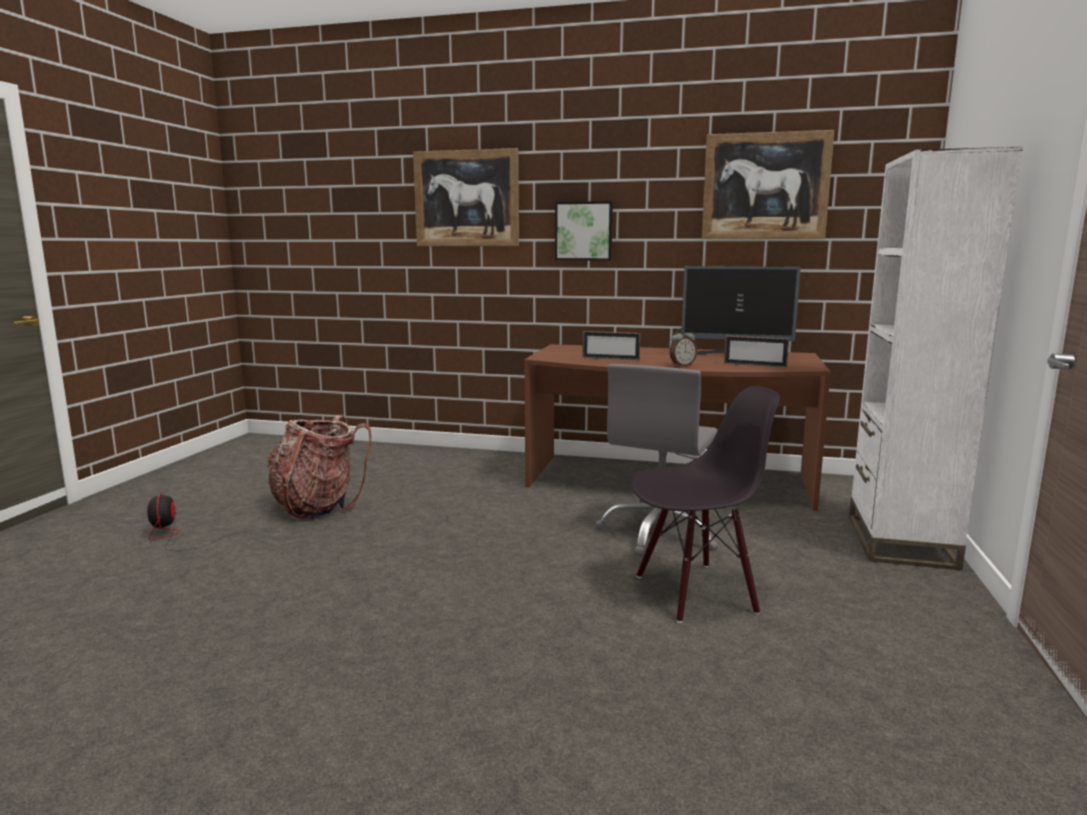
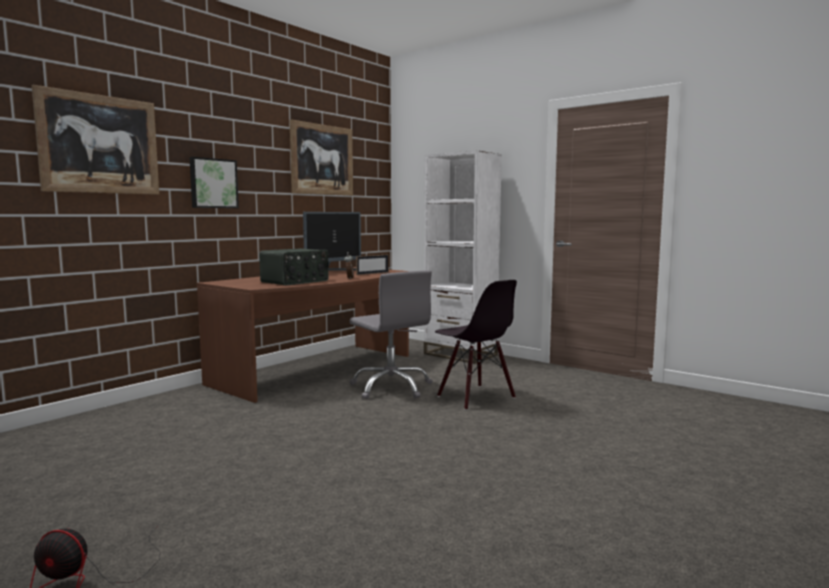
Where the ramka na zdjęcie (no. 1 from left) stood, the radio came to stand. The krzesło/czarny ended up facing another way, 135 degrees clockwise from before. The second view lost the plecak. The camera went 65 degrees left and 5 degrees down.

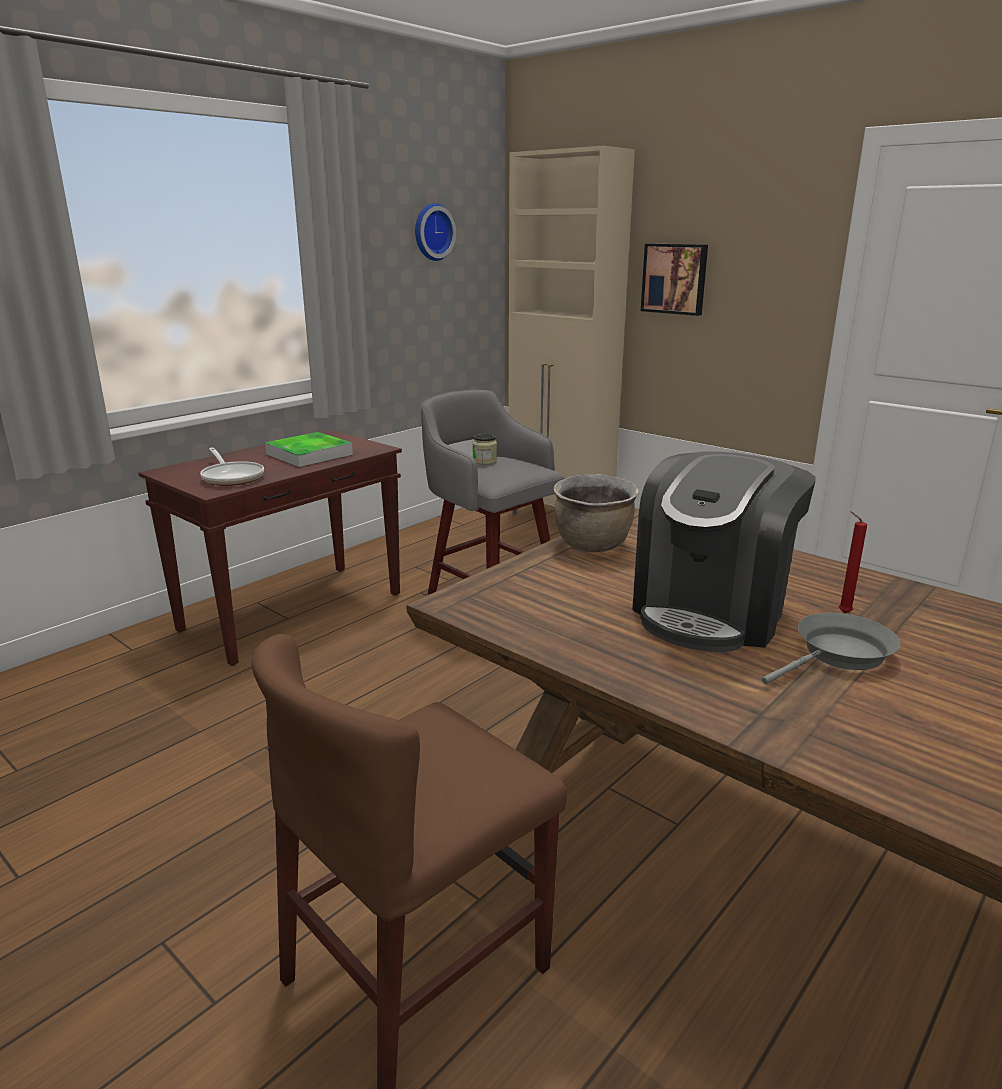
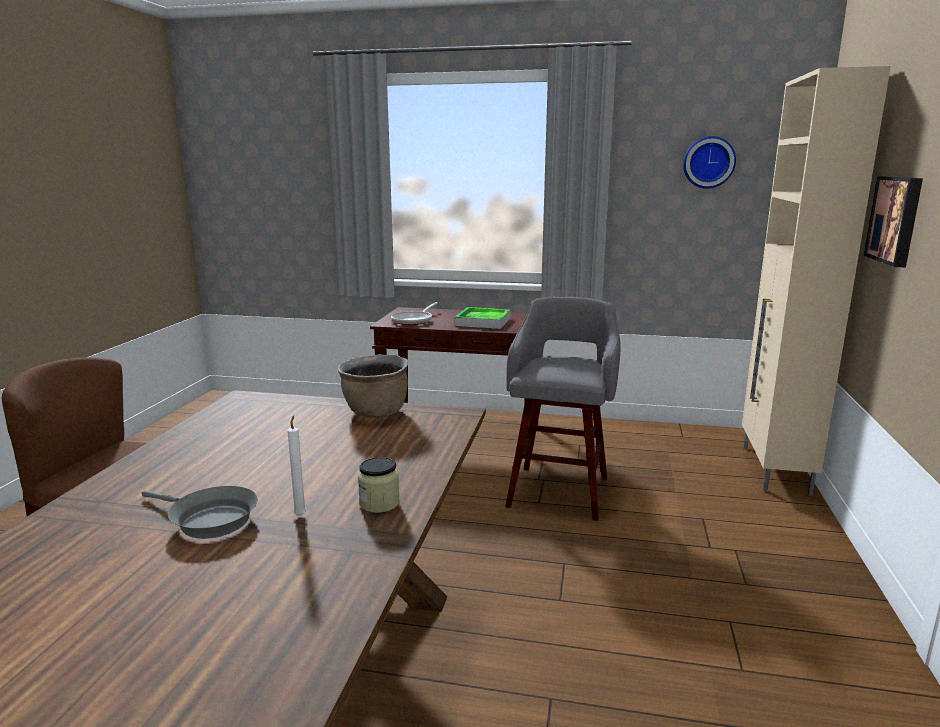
The słoik ended up elsewhere. The second view lost the ekspres do kawy. What was the świeca/czerwony turned into the świeca/biały. The camera went 60 degrees right and 5 degrees down.

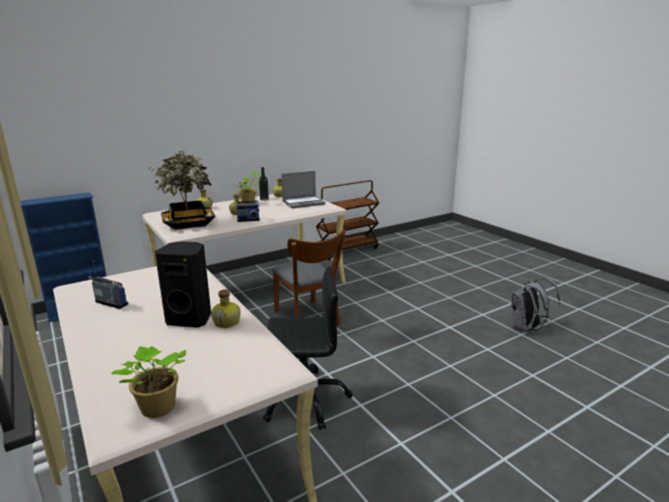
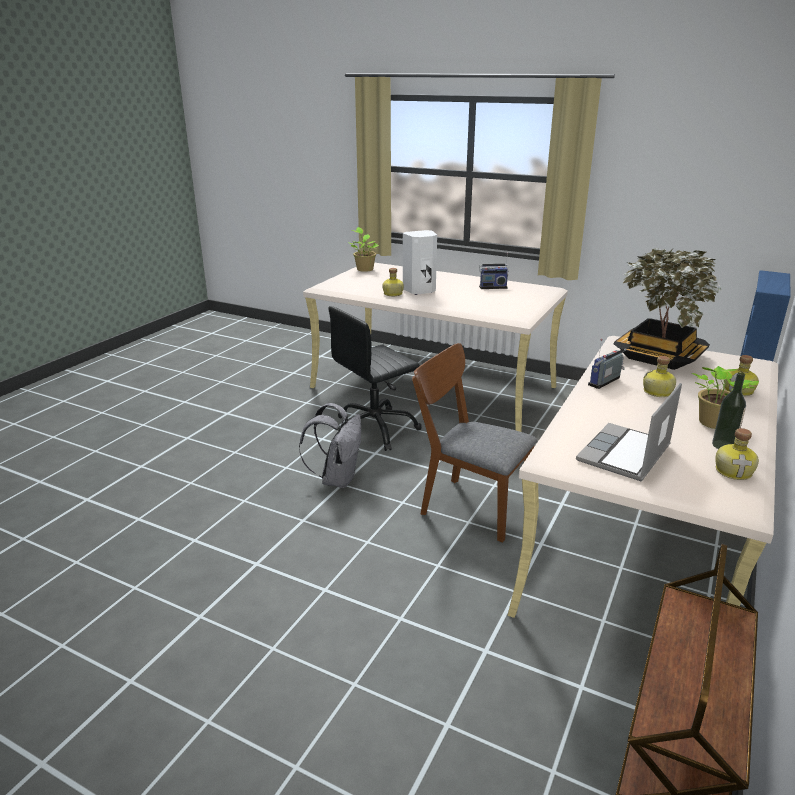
What was the głośnik/czarny turned into the głośnik/biały. The plecak/szary ended up elsewhere. The camera went 150 degrees right and 5 degrees up.

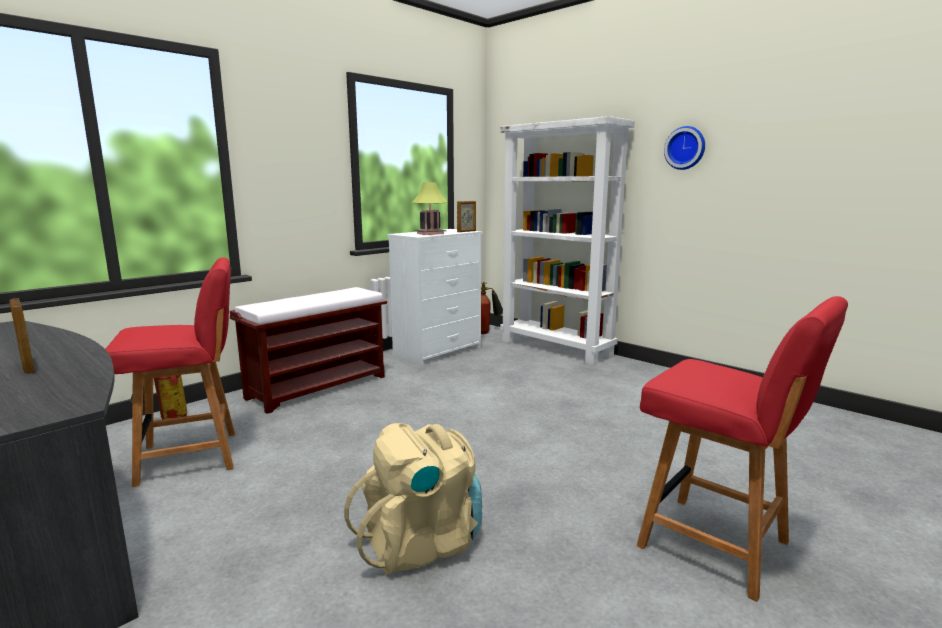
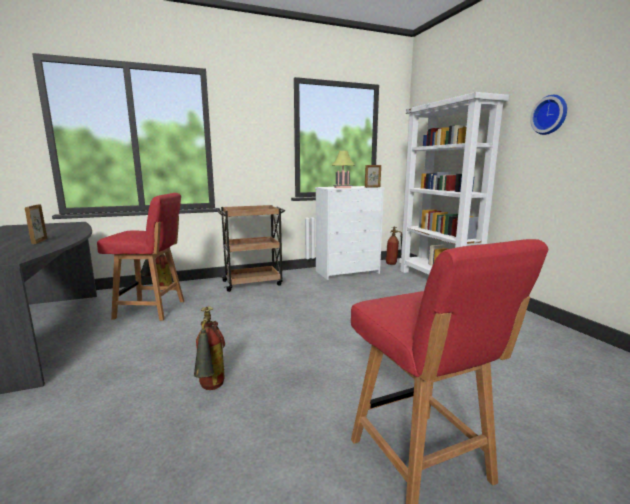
Where the ławka/brązowy stood, the wózek/brązowy came to stand. Where the plecak/beżowy stood, the gaśnica (no. 2 from left) came to stand. The camera went 25 degrees right and 0 degrees up.

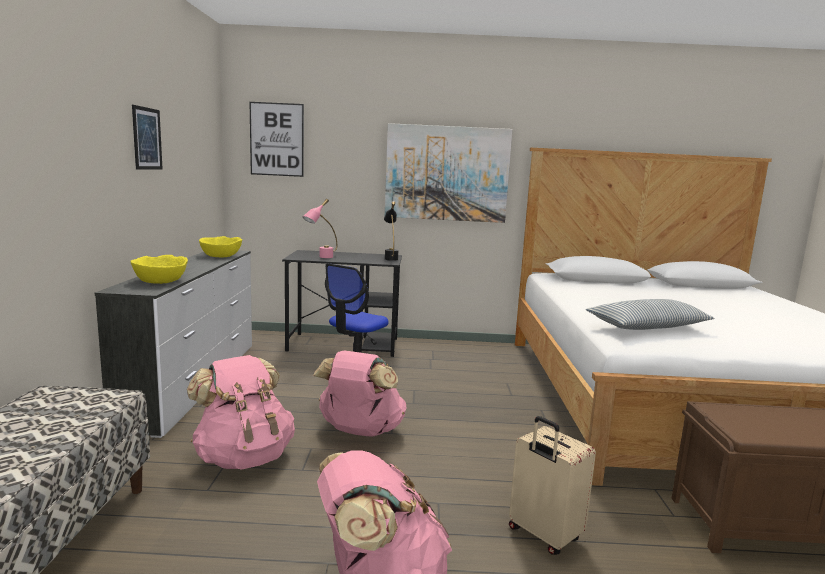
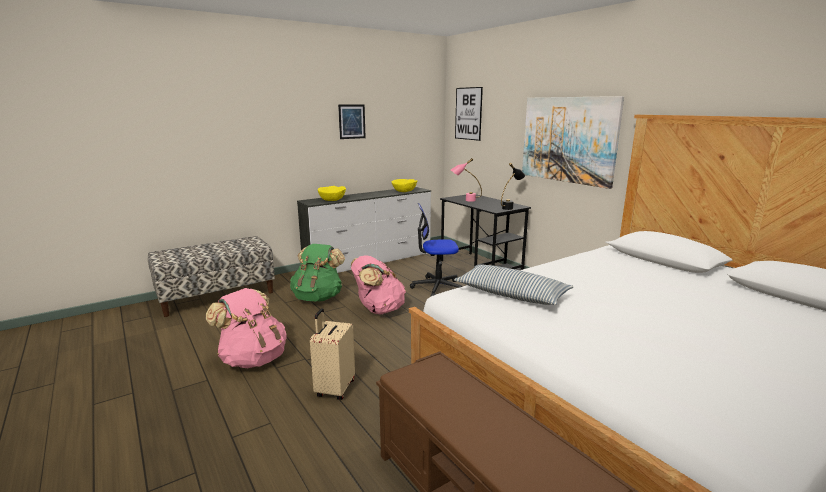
What was the plecak/różowy (no. 1 from left) turned into the plecak/zielony. The camera went 55 degrees right and 5 degrees up.

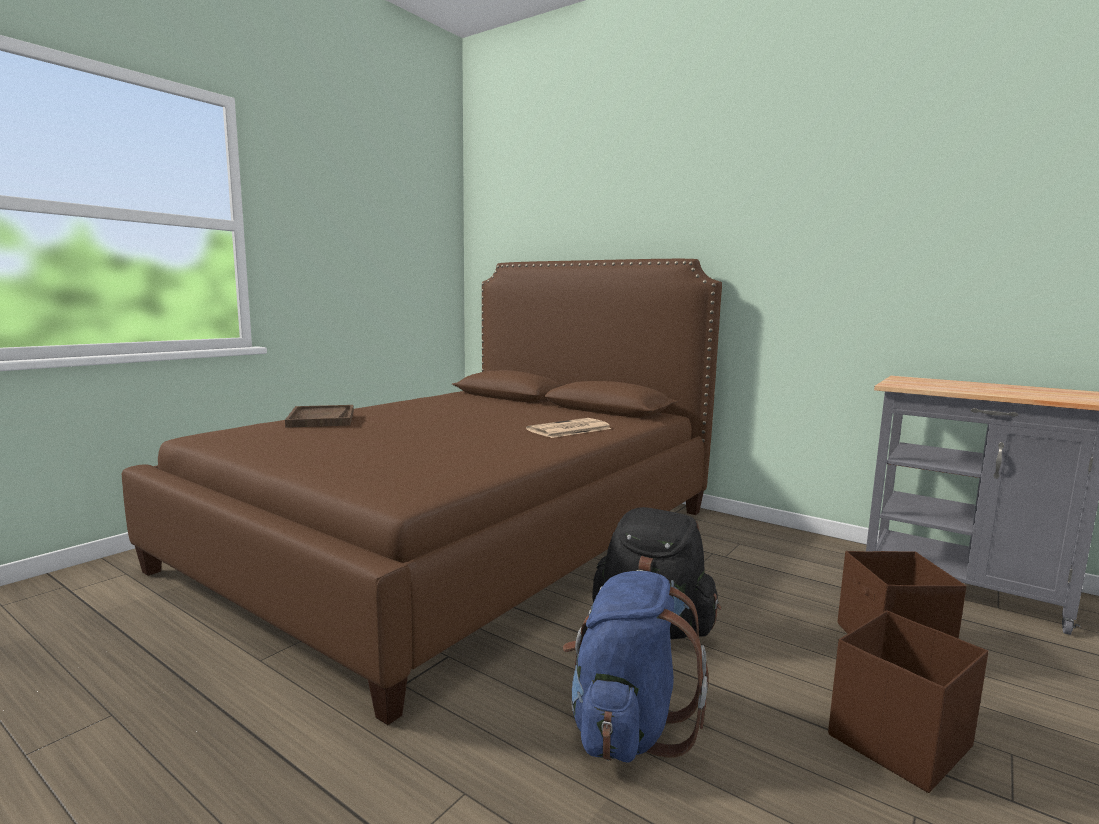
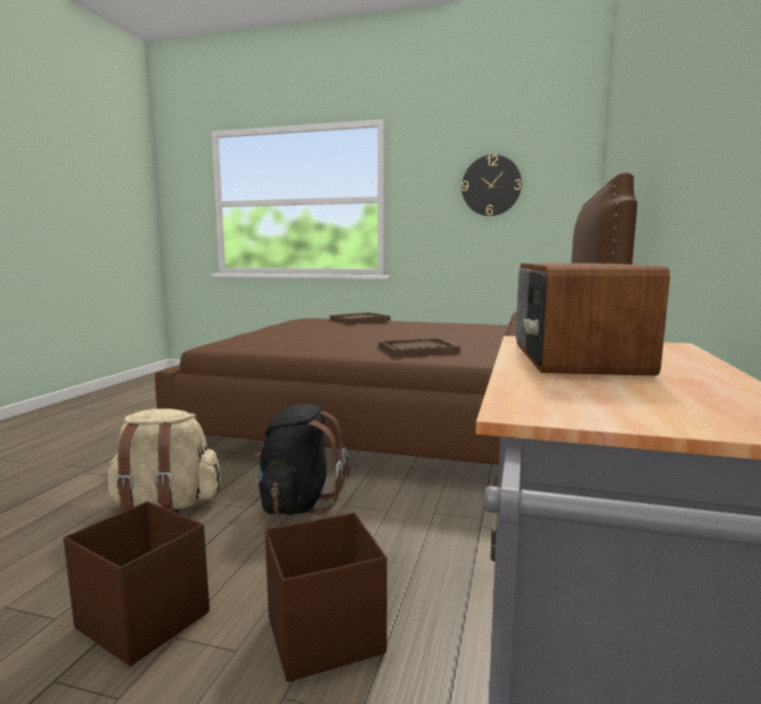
Where the gazeta stood, the taca/brązowy (no. 2 from left) came to stand. What was the plecak/niebieski turned into the plecak/beżowy. The second view gained the zegar ścienny. The second view gained the radio. The camera went 70 degrees right and 0 degrees up.

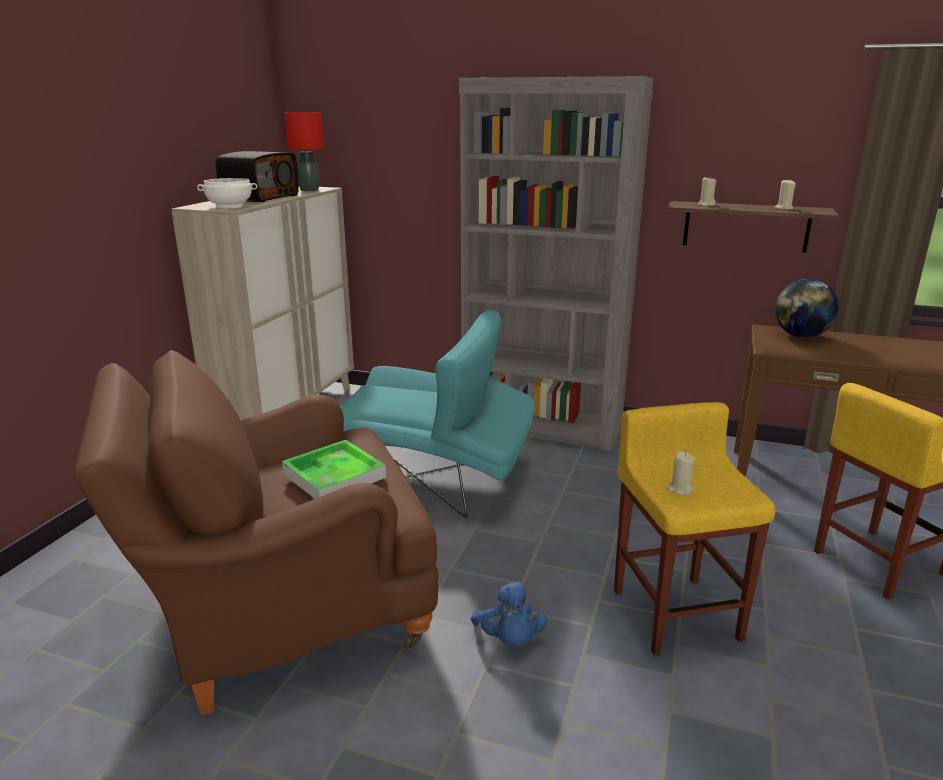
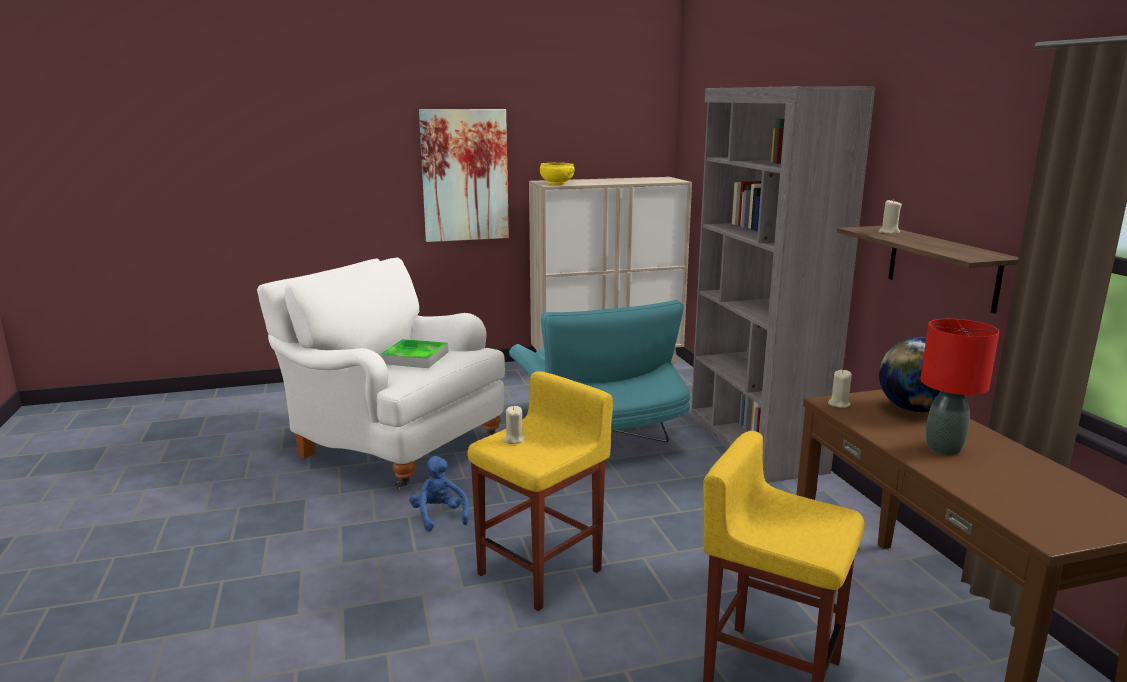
The lampa stołowa/czerwony ended up elsewhere. The second view lost the radio. What was the miska/biały turned into the miska/żółty. The świeca/beżowy (no. 3 from left in the first image) ended up elsewhere. What was the fotel/brązowy turned into the fotel/biały. The pluszak/niebieski ended up facing another way, 120 degrees clockwise from before. The second view gained the obraz. The camera went 55 degrees right and 5 degrees down.

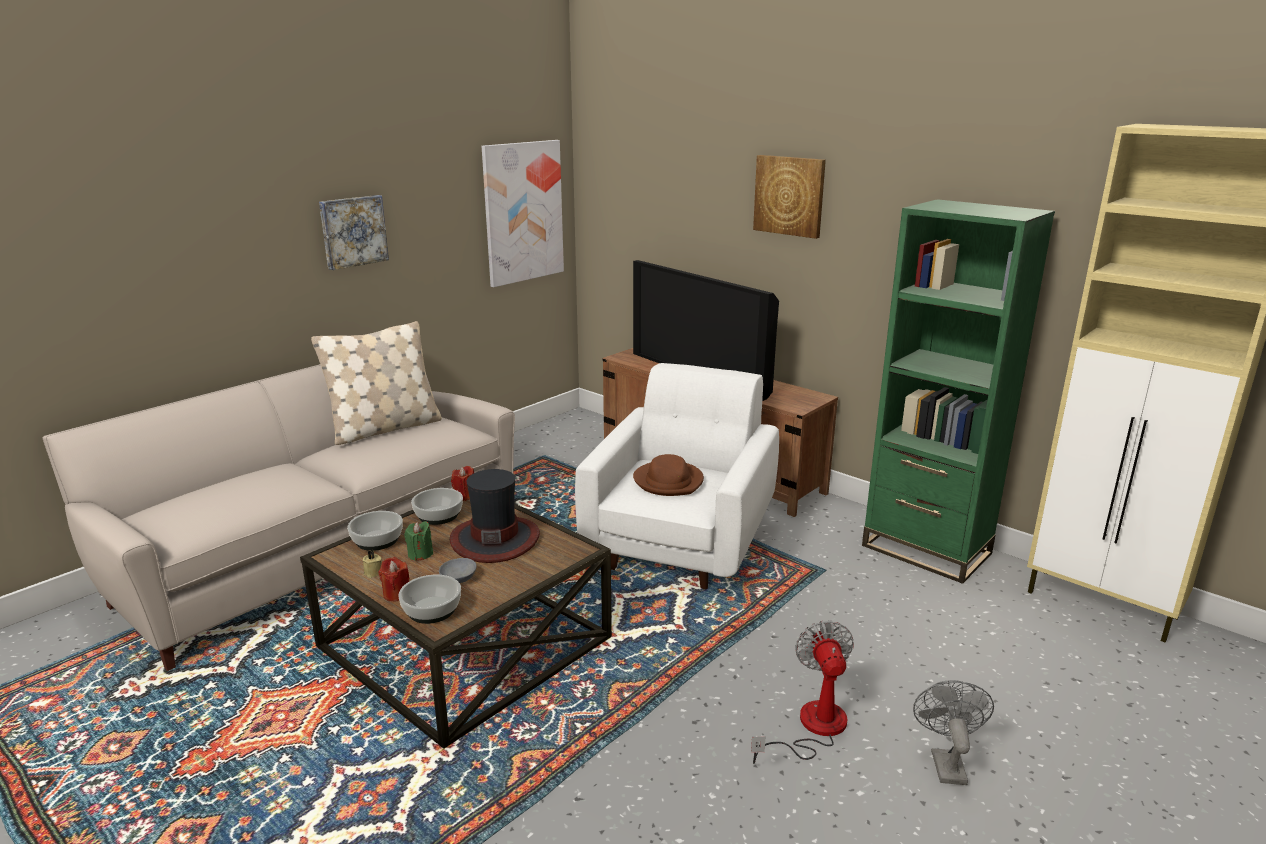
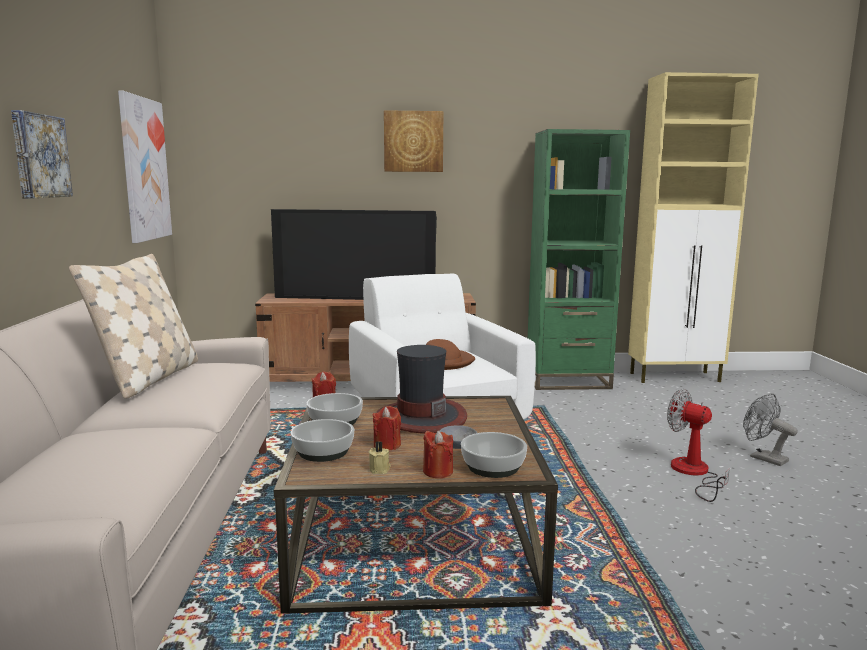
What was the świeca/zielony turned into the świeca/czerwony (no. 2 from left). The camera went 45 degrees left and 10 degrees down.

